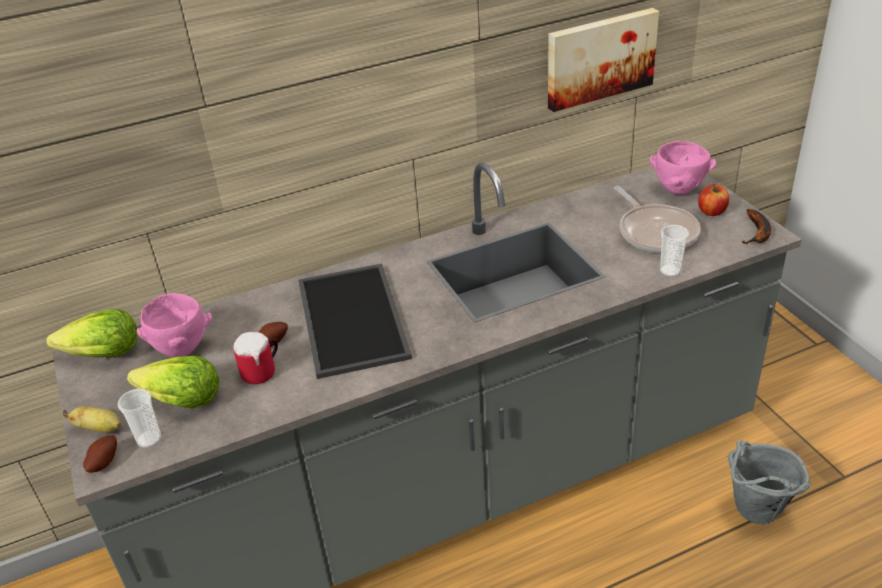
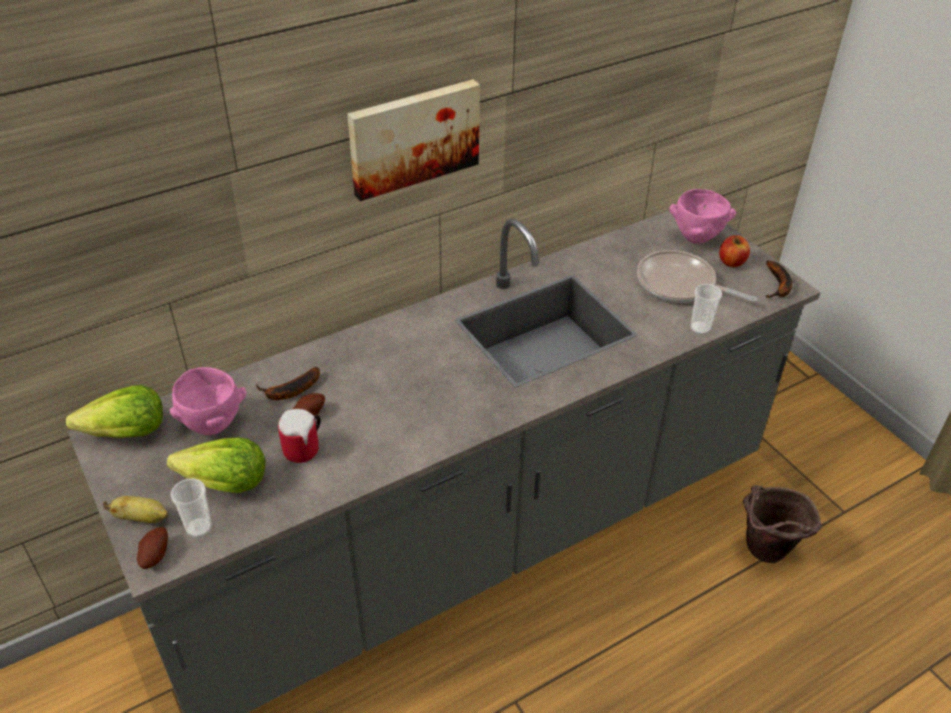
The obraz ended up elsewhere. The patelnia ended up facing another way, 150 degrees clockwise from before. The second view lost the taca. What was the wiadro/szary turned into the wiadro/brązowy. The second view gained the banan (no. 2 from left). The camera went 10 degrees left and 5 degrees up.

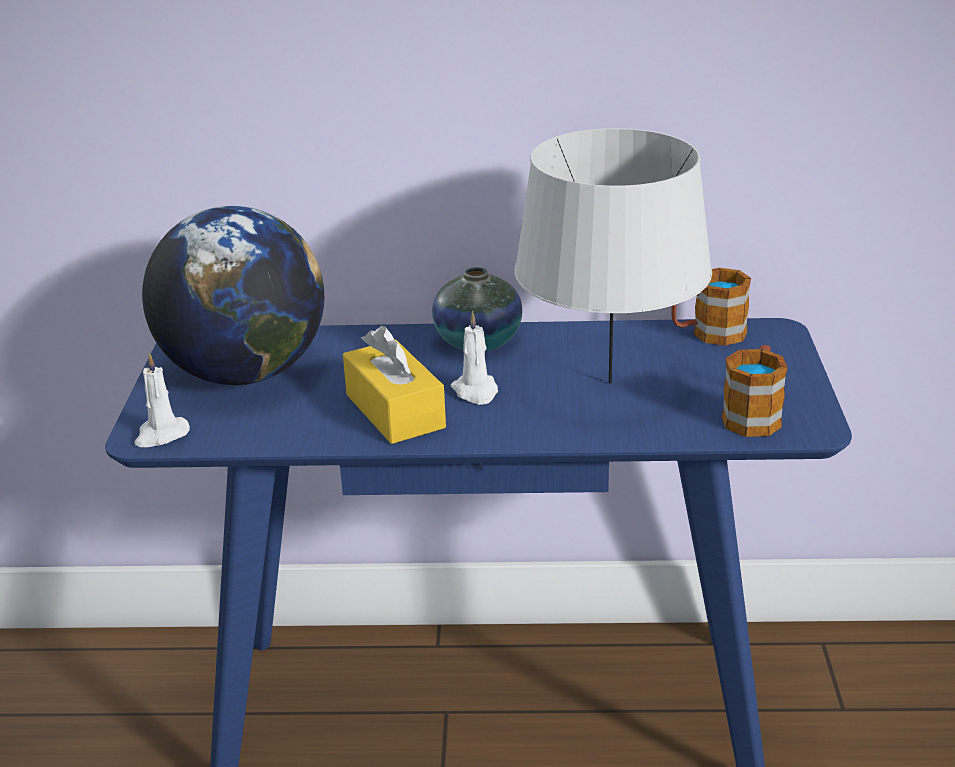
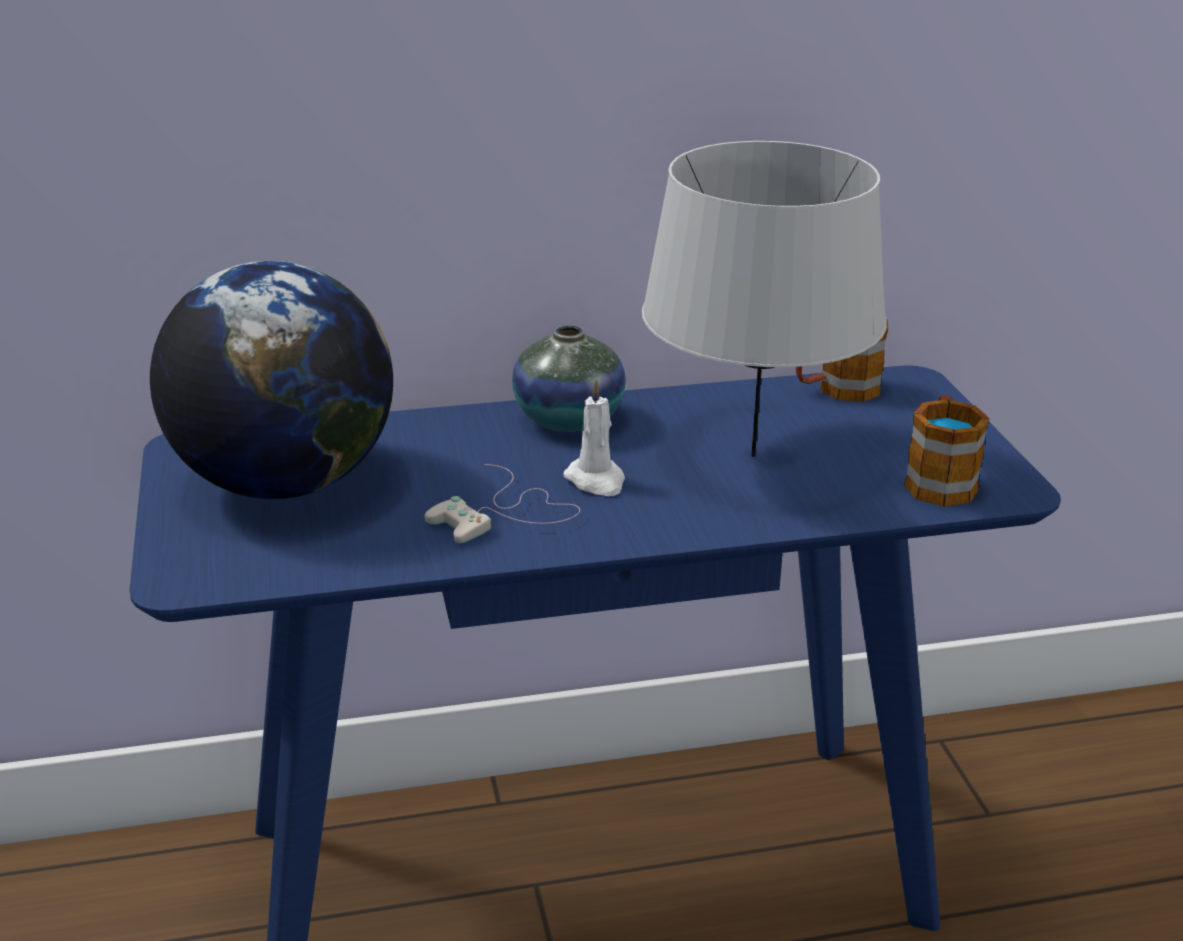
Where the pudełko chusteczek/żółty stood, the pad do gier/biały came to stand. The second view lost the świeca/biały (no. 1 from left). The camera went 15 degrees left and 0 degrees up.

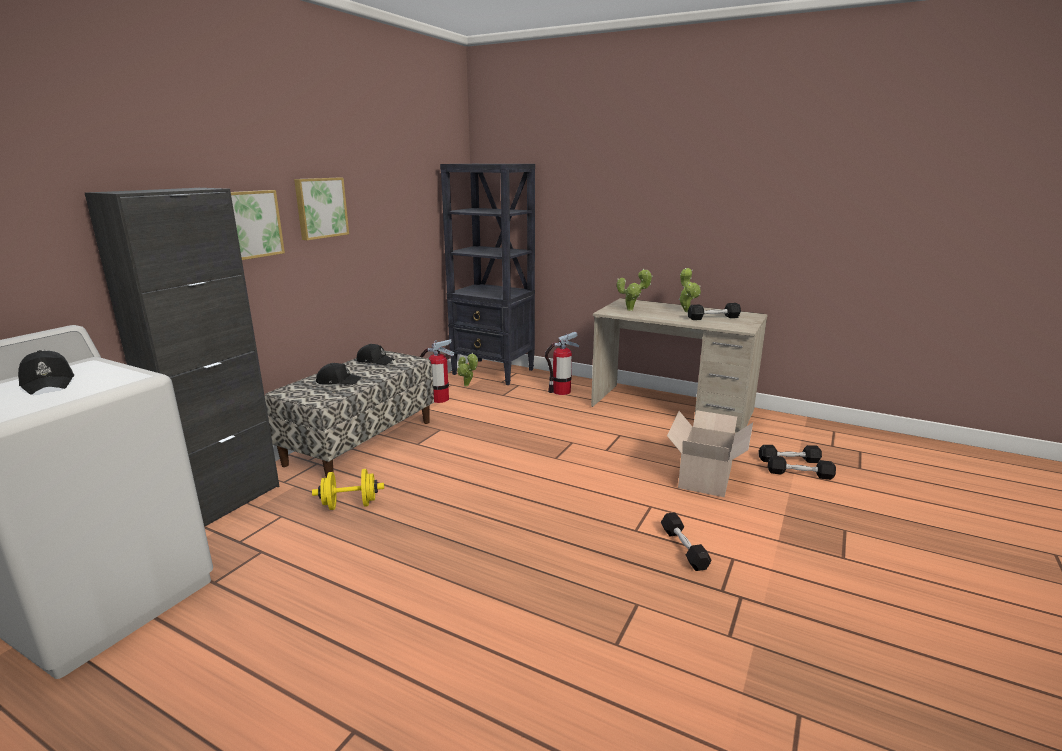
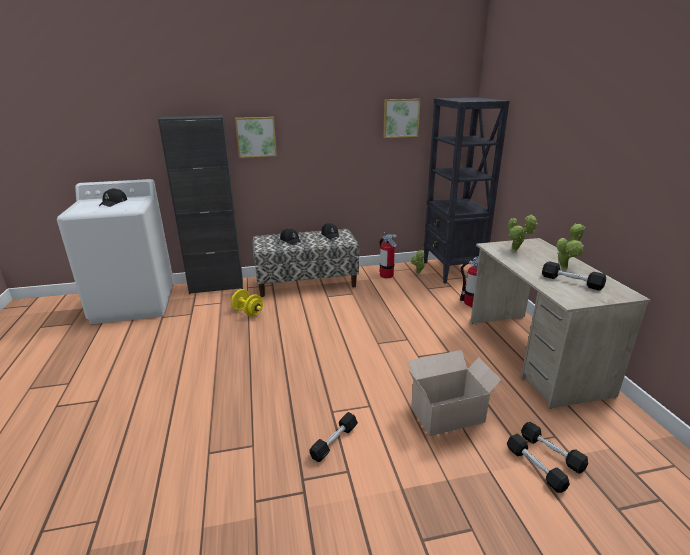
The obraz (no. 2 from left) ended up elsewhere. The camera went 50 degrees right and 5 degrees up.

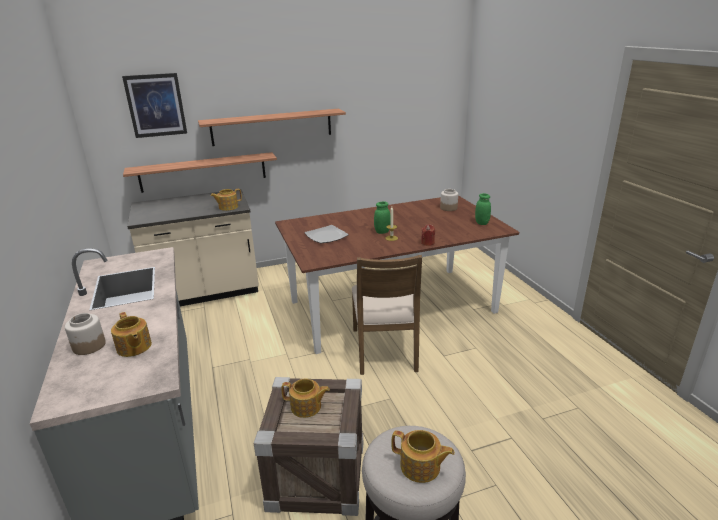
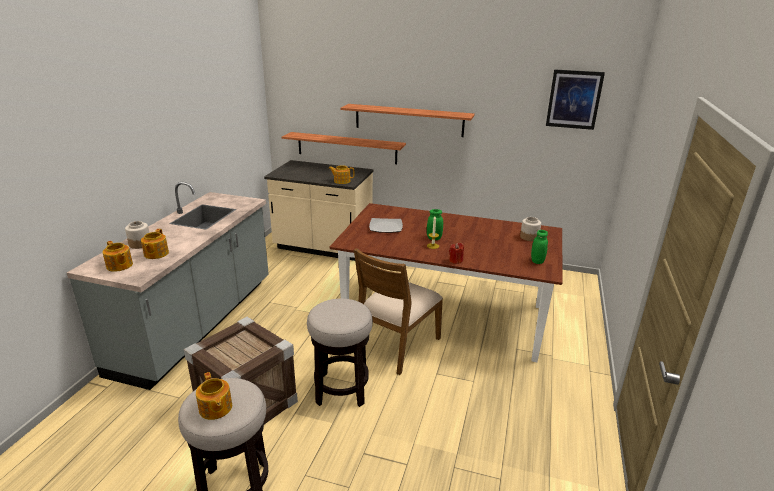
The obraz ended up elsewhere. The imbryk (no. 3 from left in the first image) ended up elsewhere. The second view gained the stołek (no. 2 from left). The camera went 35 degrees right and 0 degrees up.

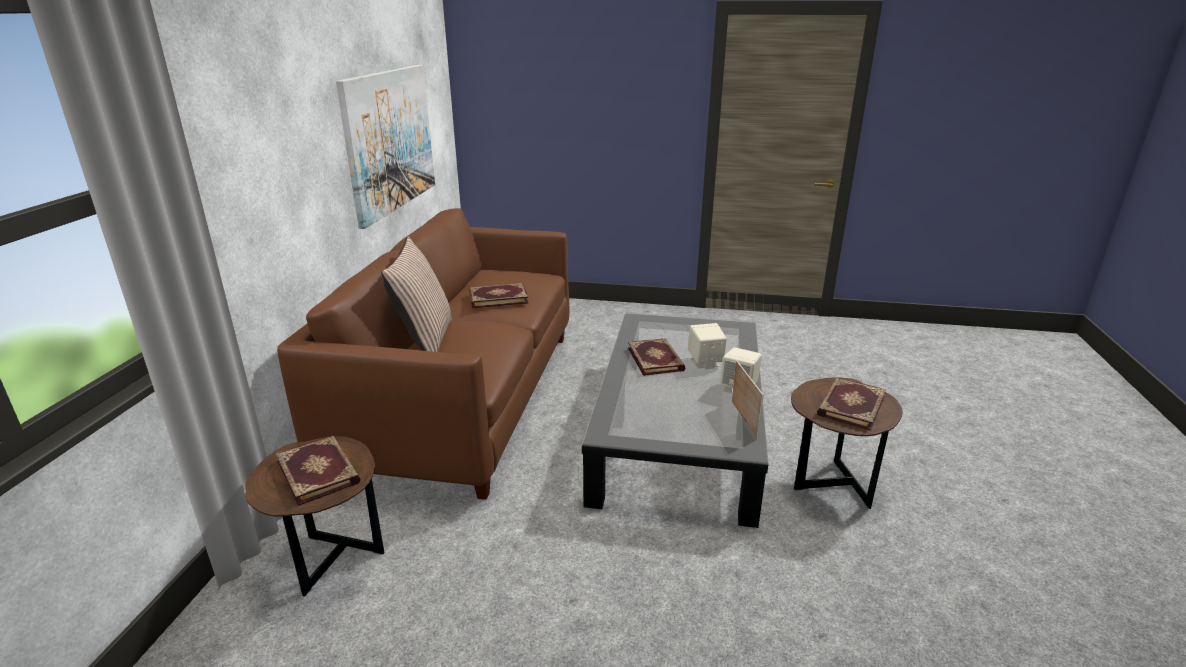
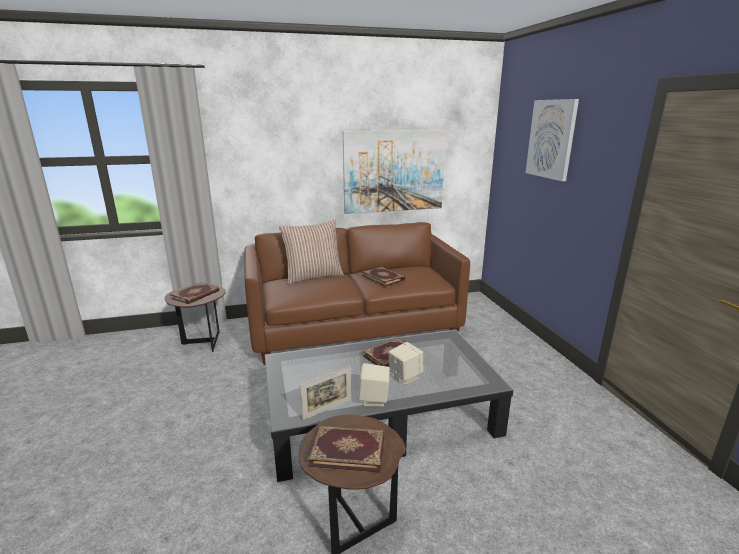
The second view gained the obraz (no. 2 from left). The camera went 65 degrees right and 5 degrees down.

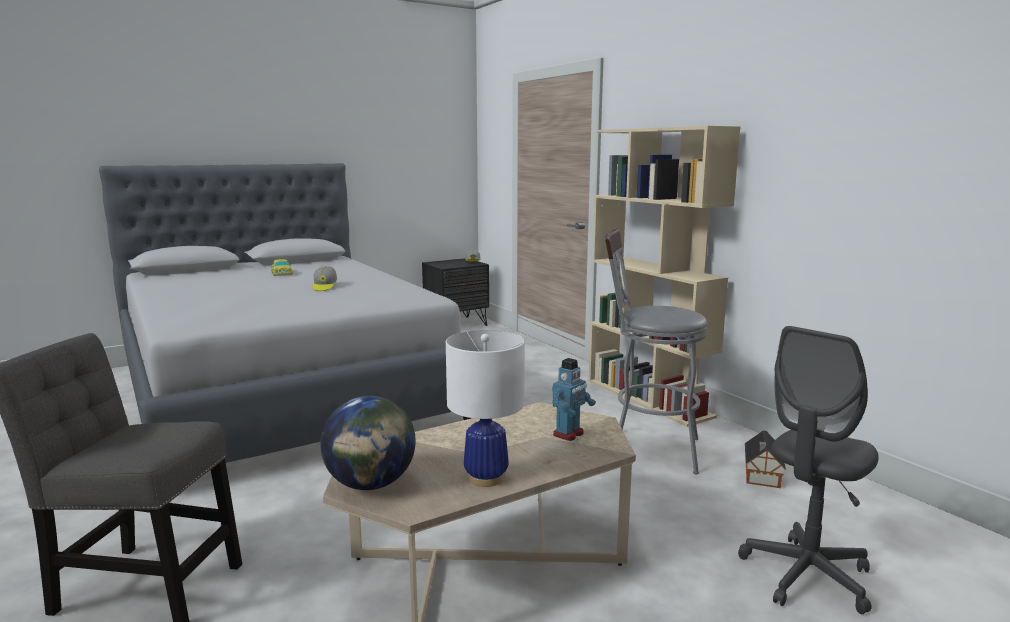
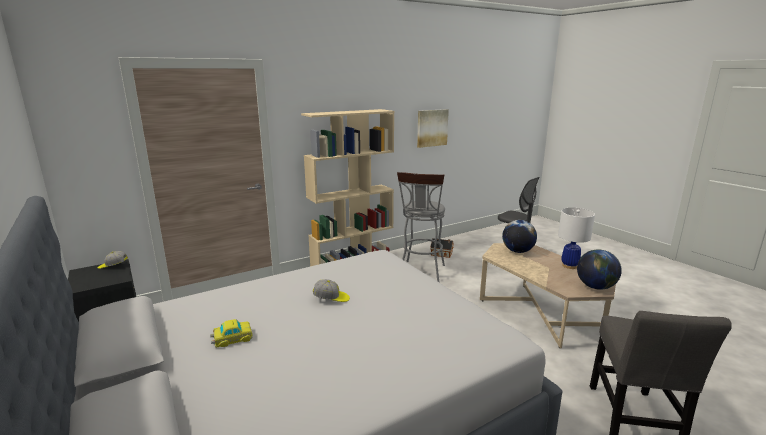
Where the robot zabawkowy stood, the globus (no. 1 from left) came to stand. The second view gained the obraz. The camera went 90 degrees left and 5 degrees up.

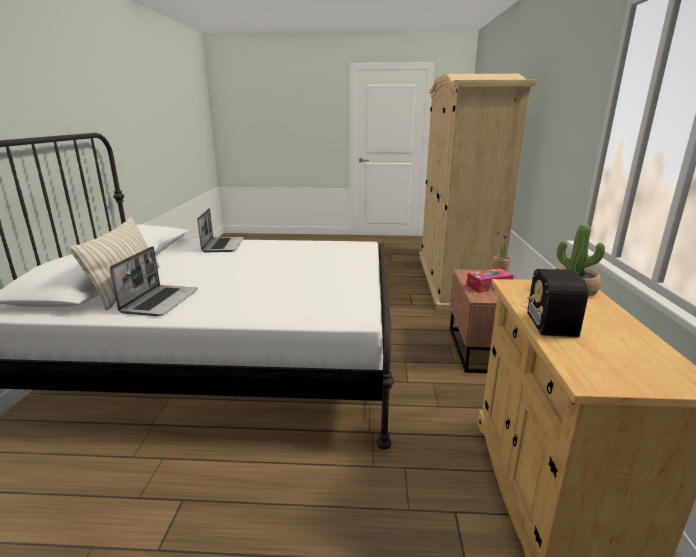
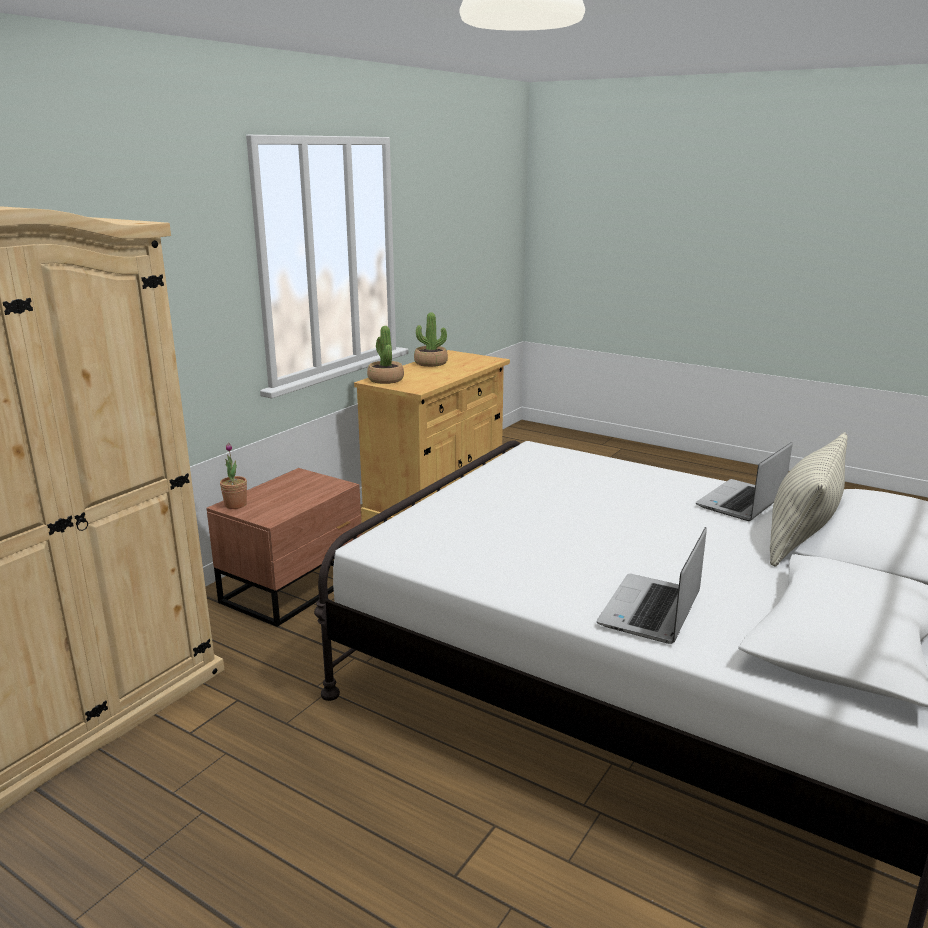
The second view lost the pudełko chusteczek. The second view lost the radio. The second view gained the roślina doniczkowa (no. 3 from left). The camera went 150 degrees left and 0 degrees up.

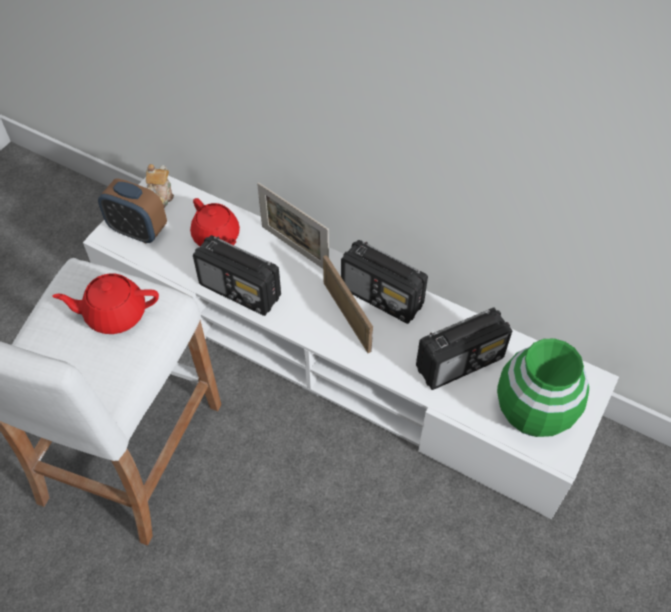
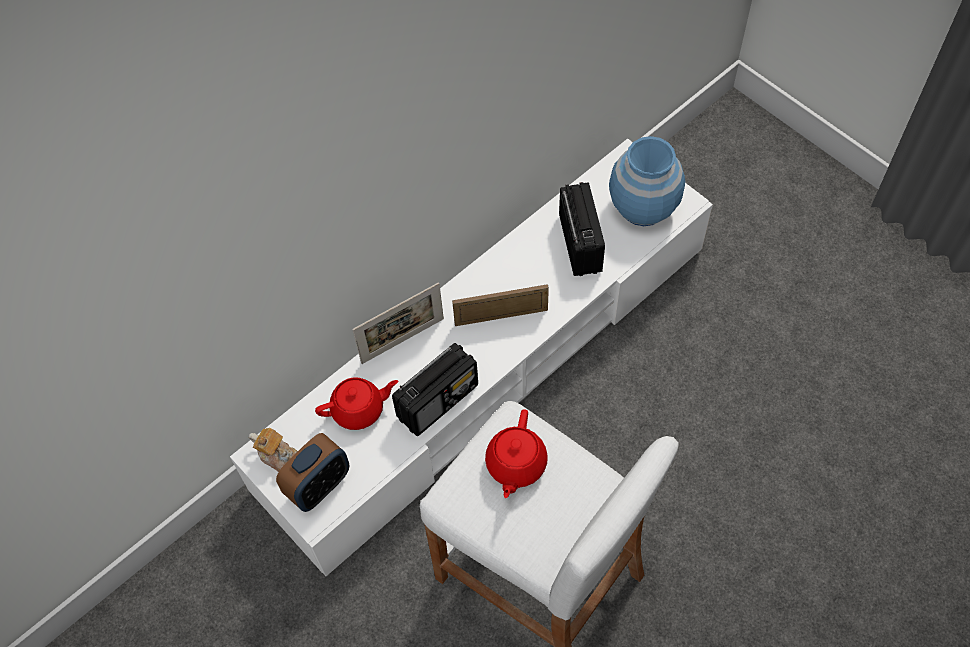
The second view lost the radio (no. 2 from left). What was the wazon/zielony turned into the wazon/niebieski. The camera went 70 degrees left and 5 degrees up.

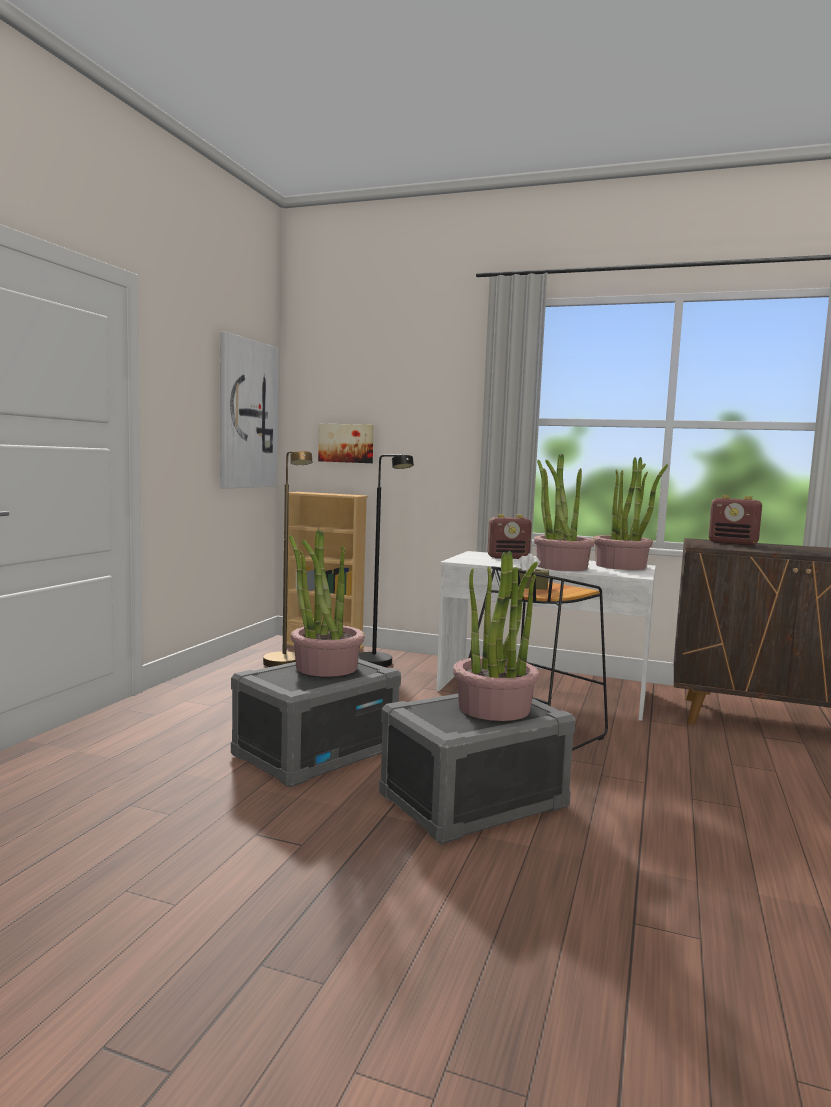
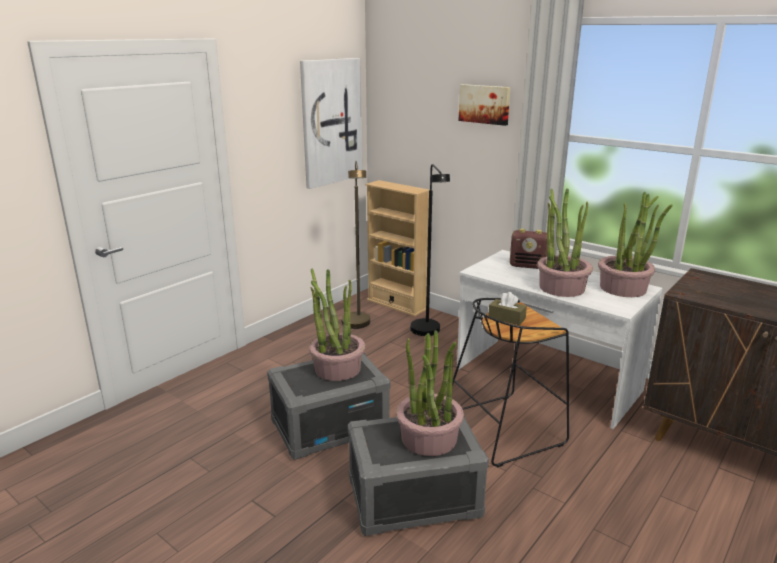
The obraz (no. 2 from left) ended up elsewhere. The second view lost the radio (no. 2 from left). The camera went 20 degrees right and 15 degrees up.

